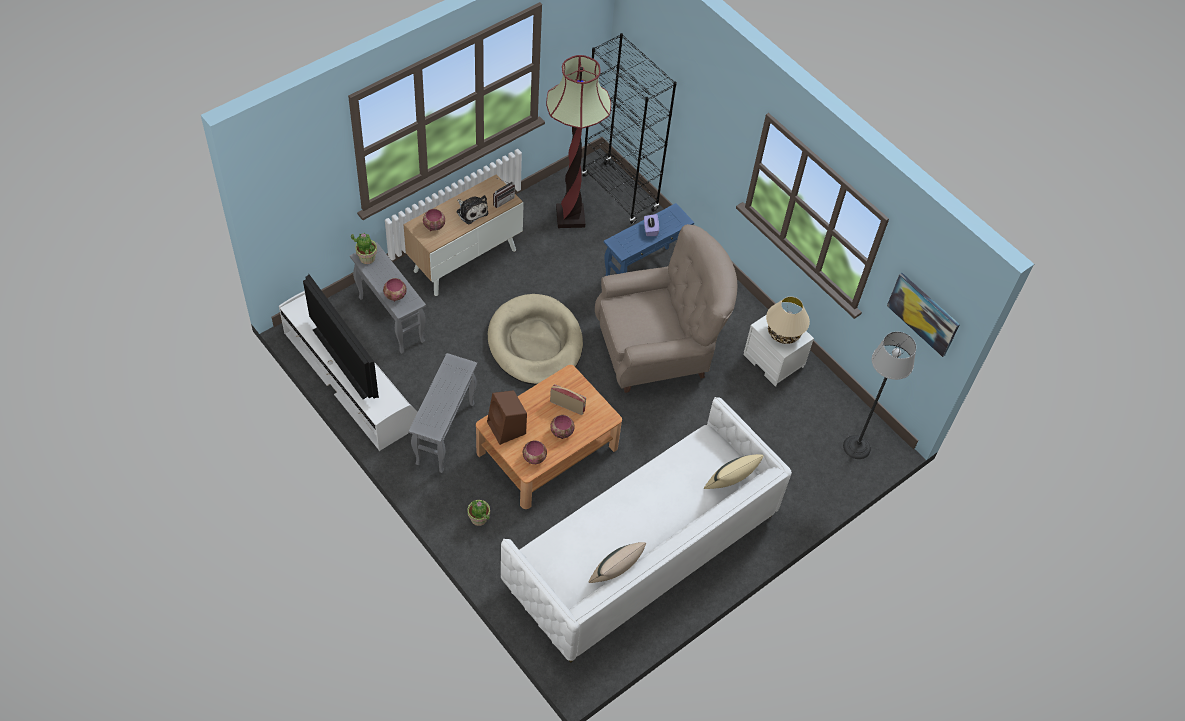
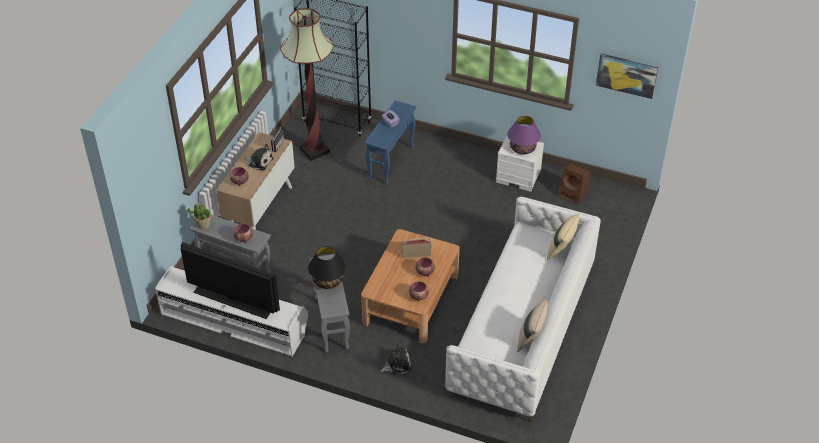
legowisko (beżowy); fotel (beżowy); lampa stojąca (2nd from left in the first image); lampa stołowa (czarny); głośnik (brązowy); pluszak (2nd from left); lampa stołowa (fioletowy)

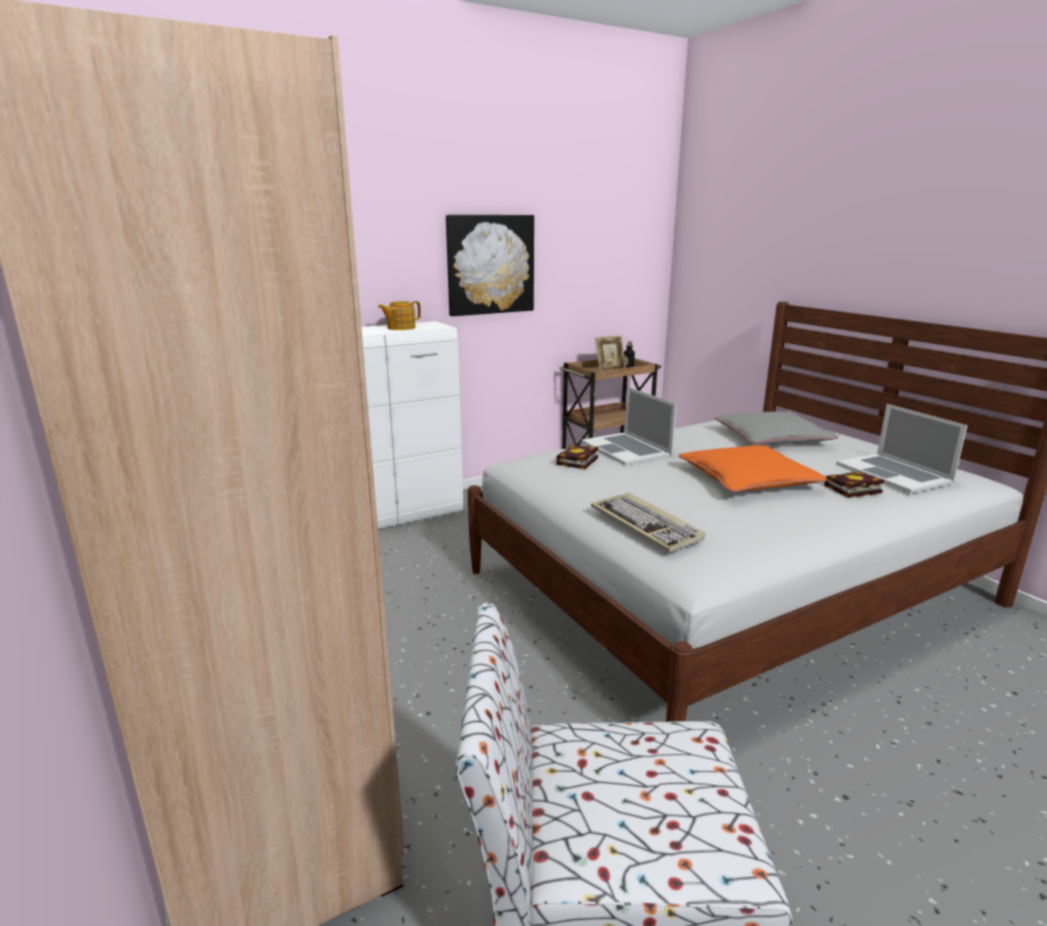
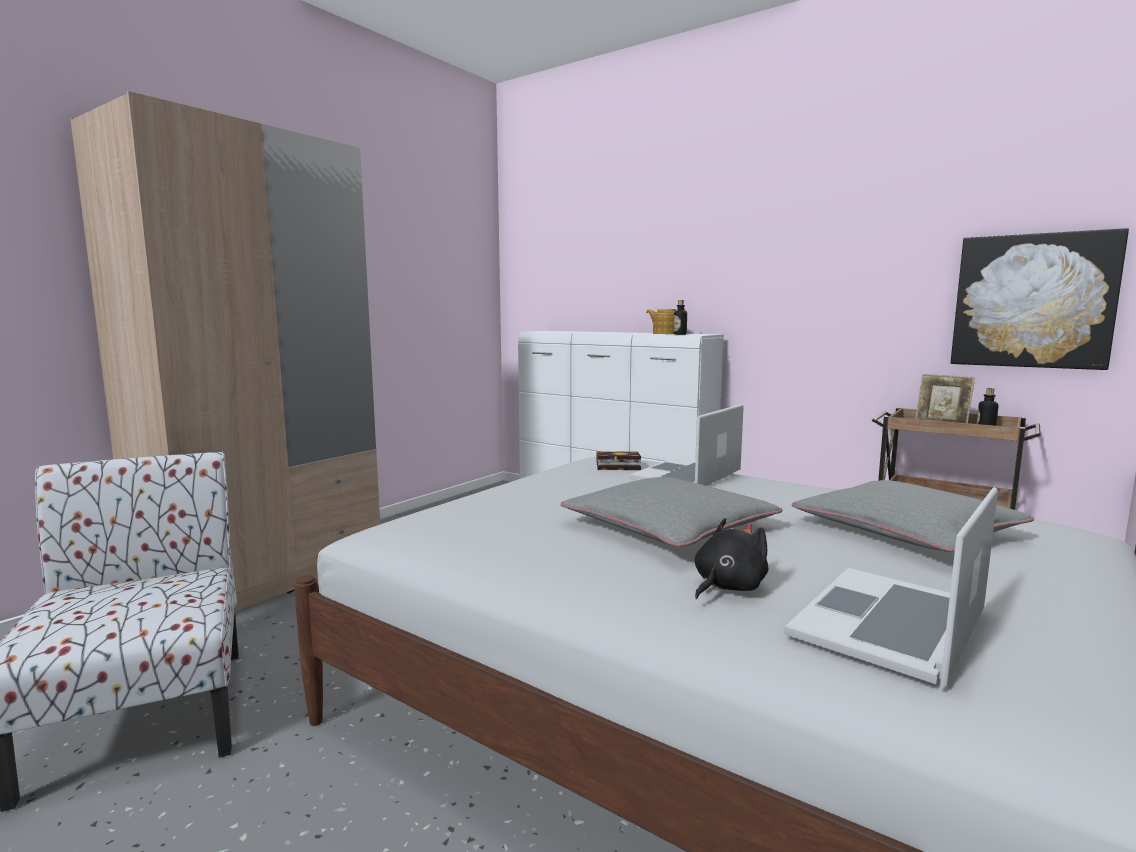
klawiatura; butelka (1st from left); obraz; pluszak (czarny); poduszka (szary) (1st from left)

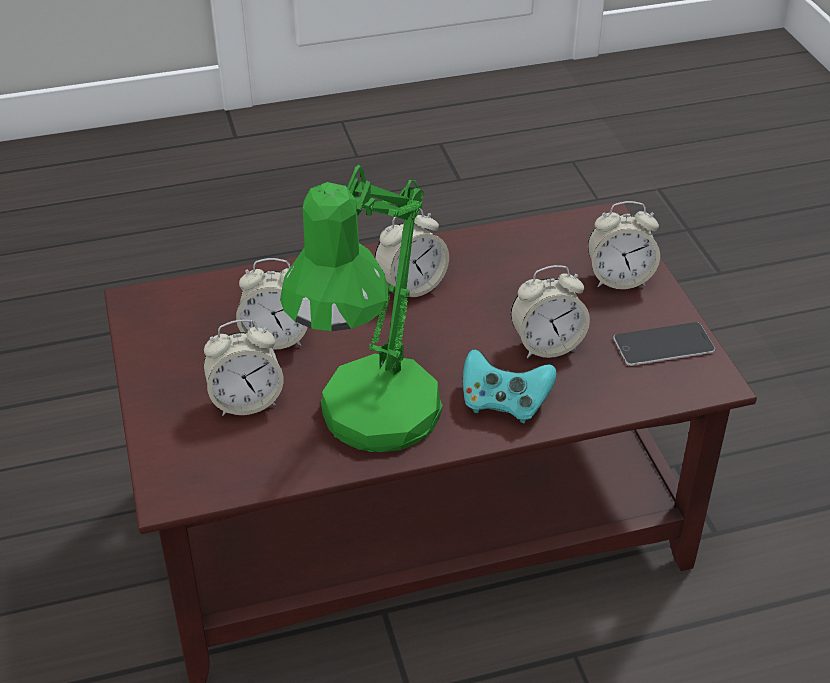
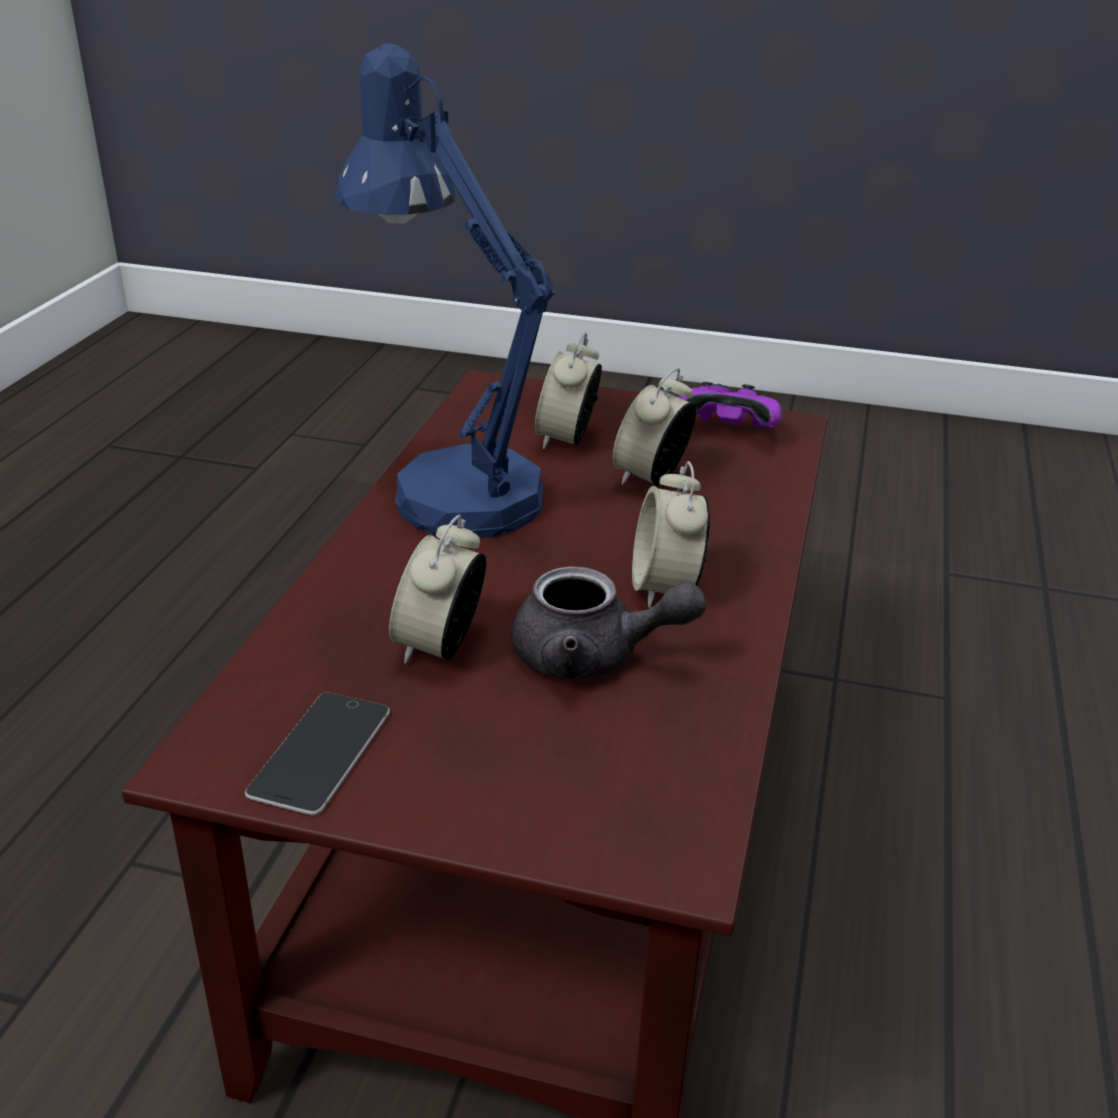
pad do gier (turkusowy); budzik (5th from left in the first image); imbryk (szary); pad do gier (fioletowy); lampa stołowa (niebieski)

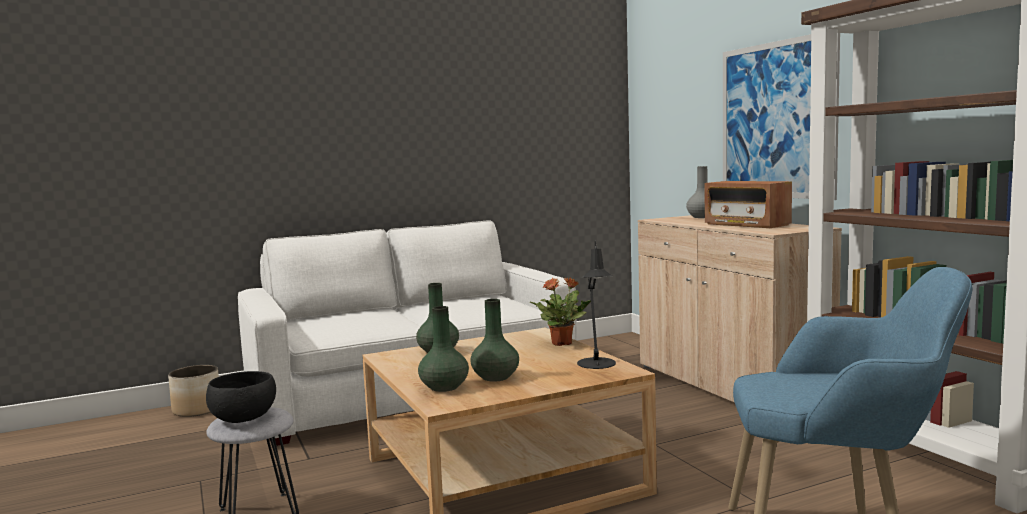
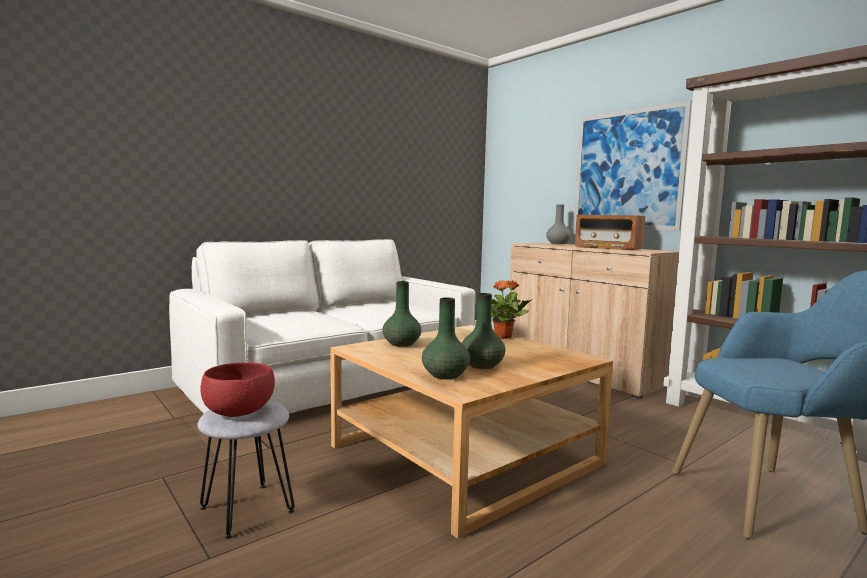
donica; lampa stołowa (czarny); miska (czerwony)

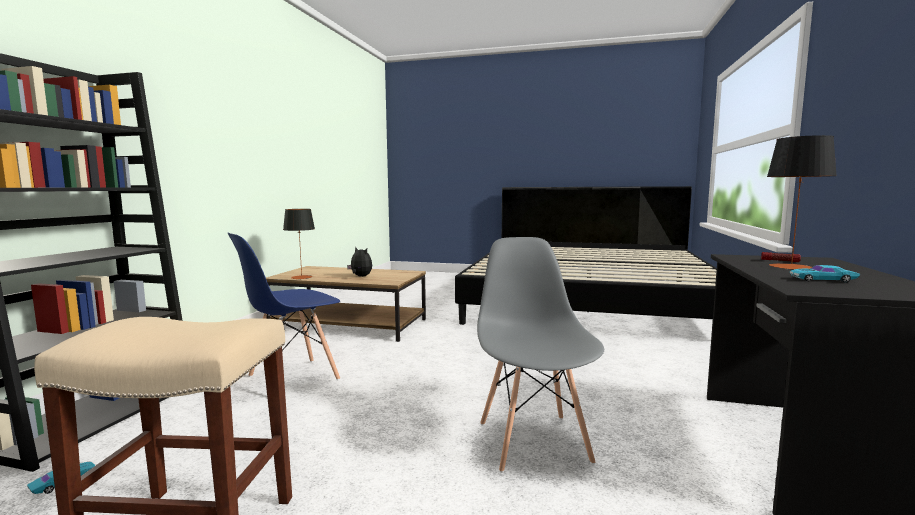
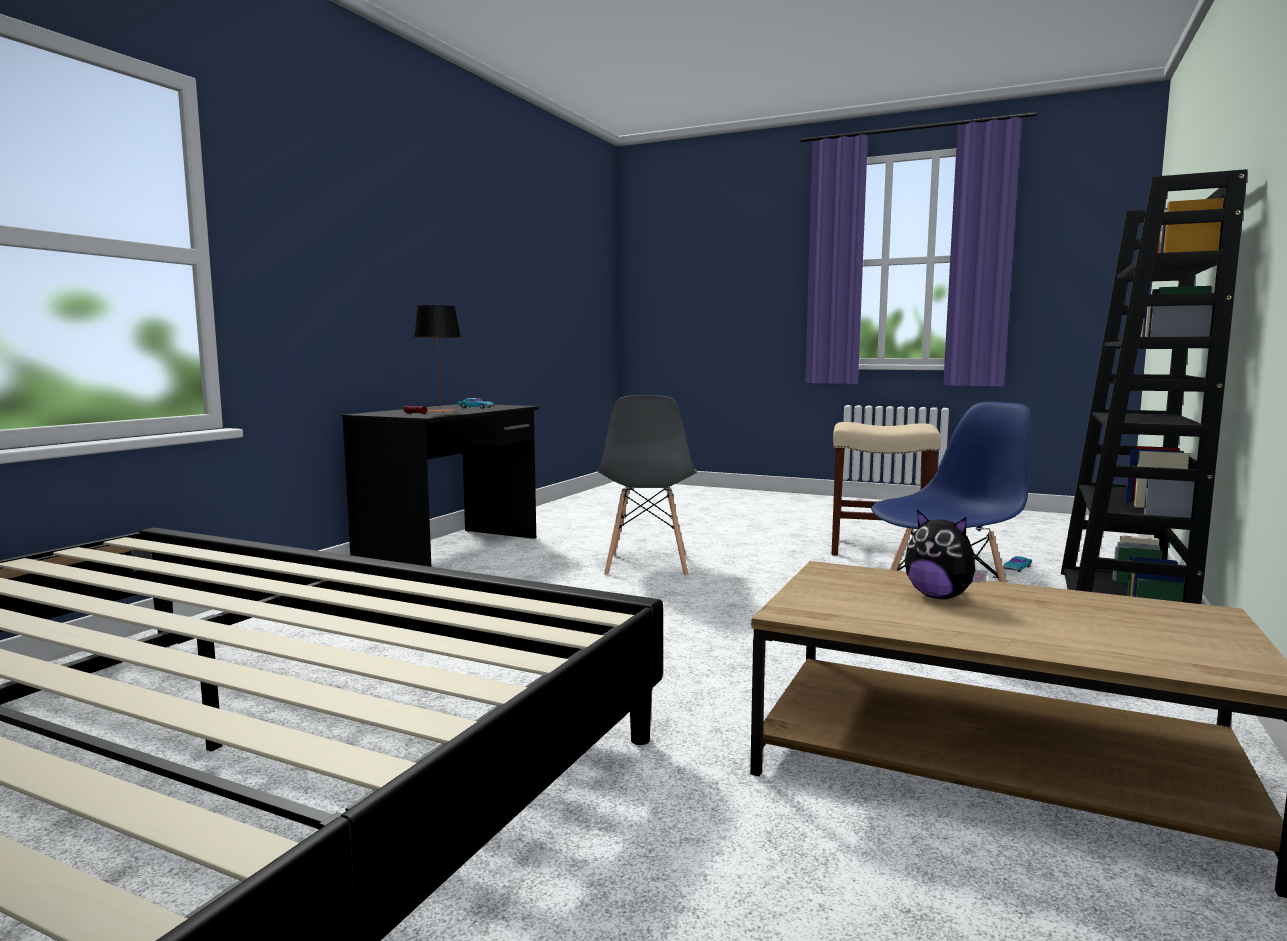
lampa stołowa (1st from left in the first image)

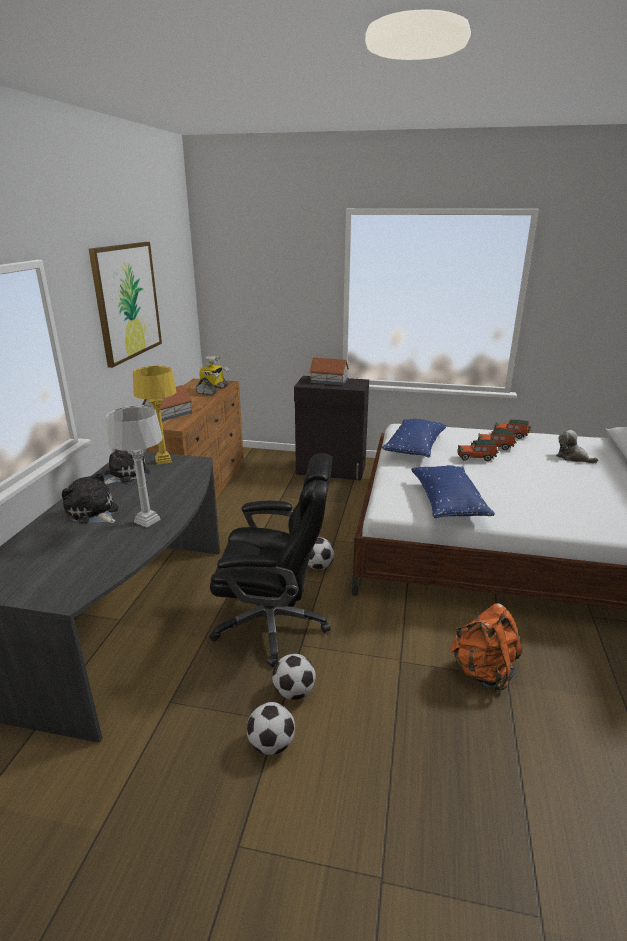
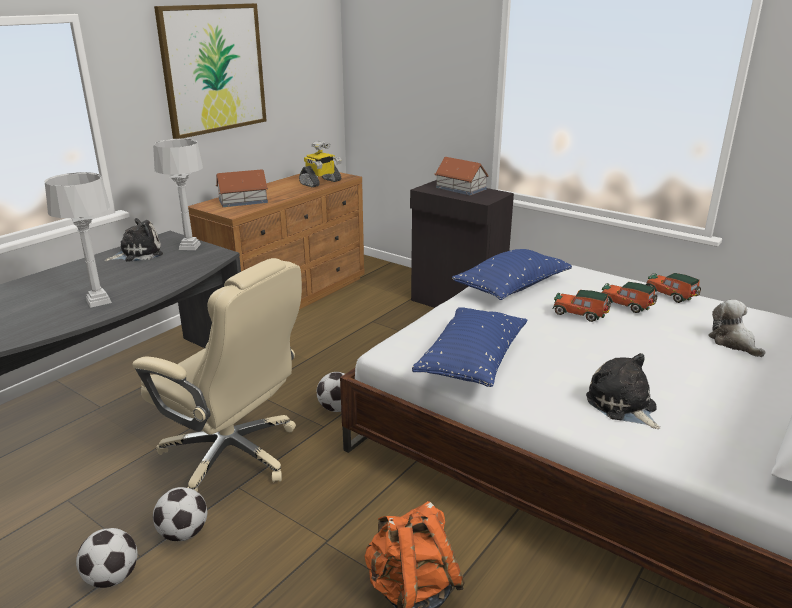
pluszak (2nd from left); lampa stołowa (szary) (2nd from left); krzesło biurowe (beżowy)

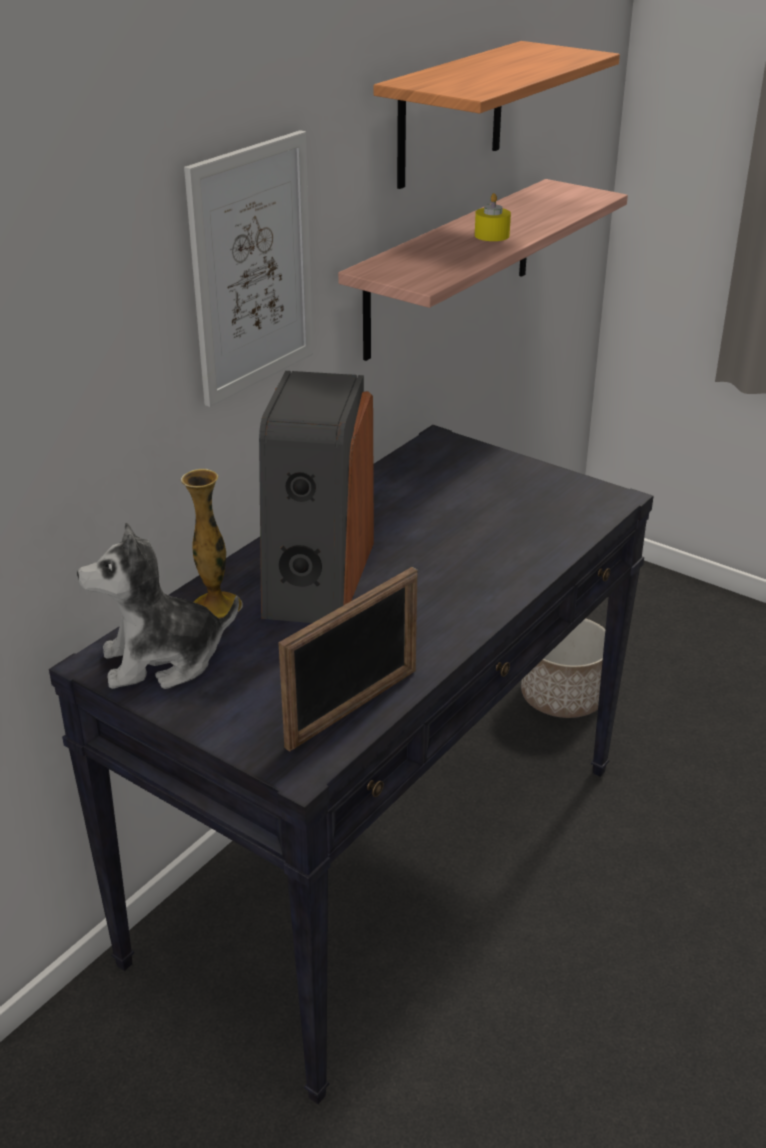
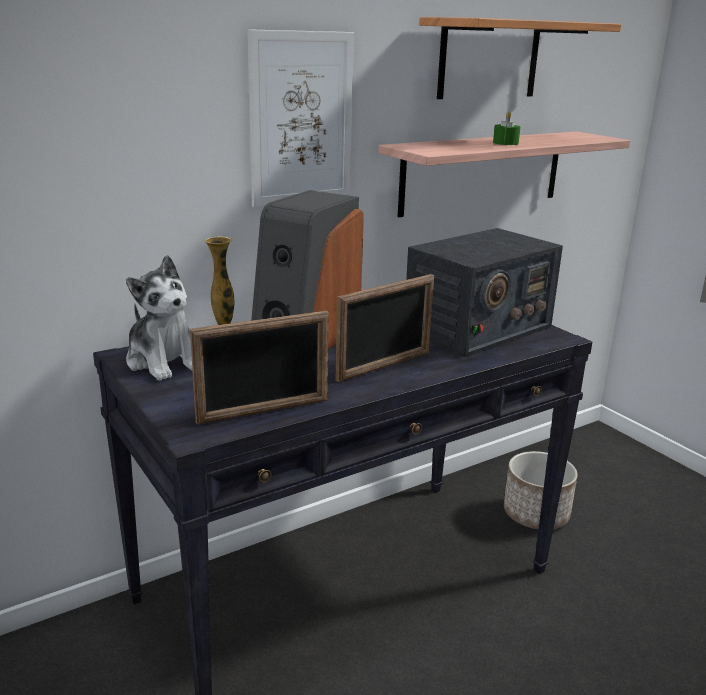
ramka na zdjęcie (2nd from left); radio; świeca (zielony); pluszak

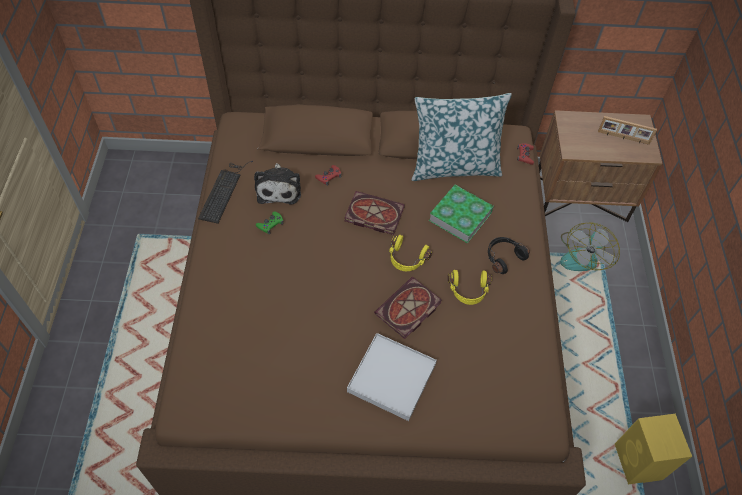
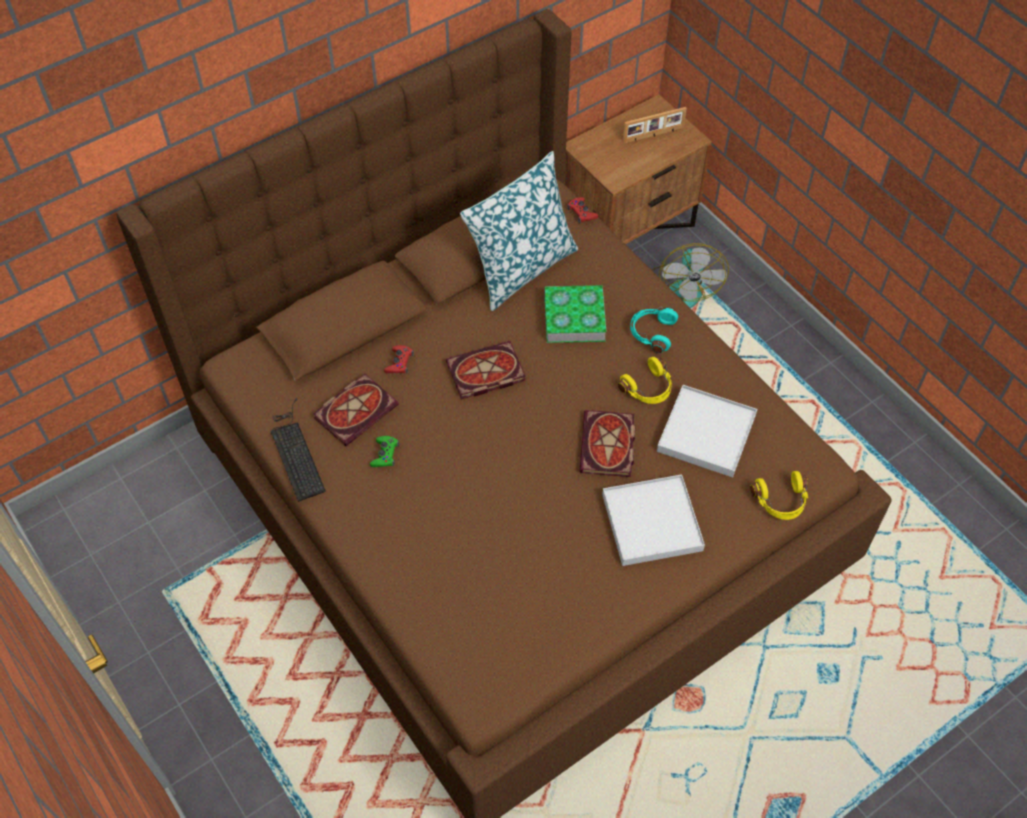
głośnik (żółty); taca (biały) (2nd from left); słuchawki (żółty) (2nd from left); książka (1st from left); słuchawki (turkusowy)

